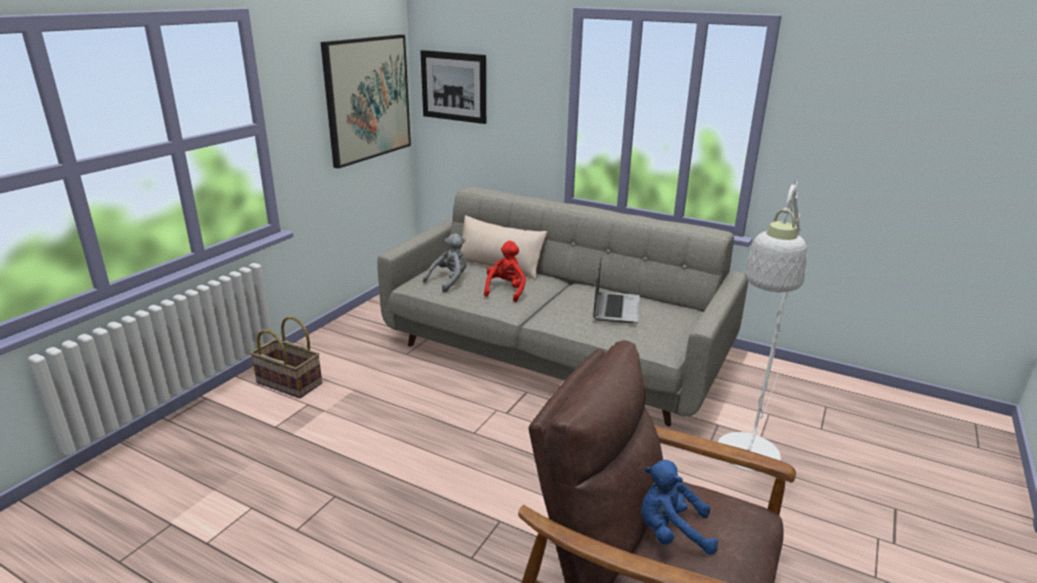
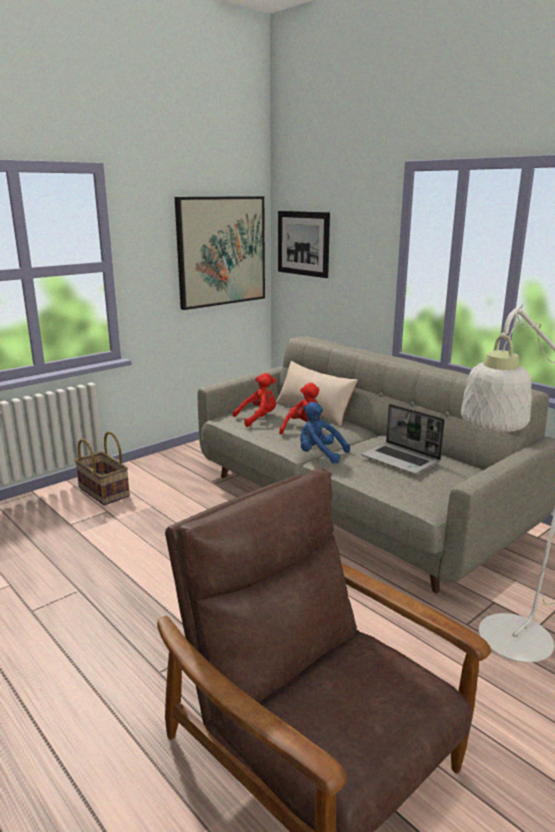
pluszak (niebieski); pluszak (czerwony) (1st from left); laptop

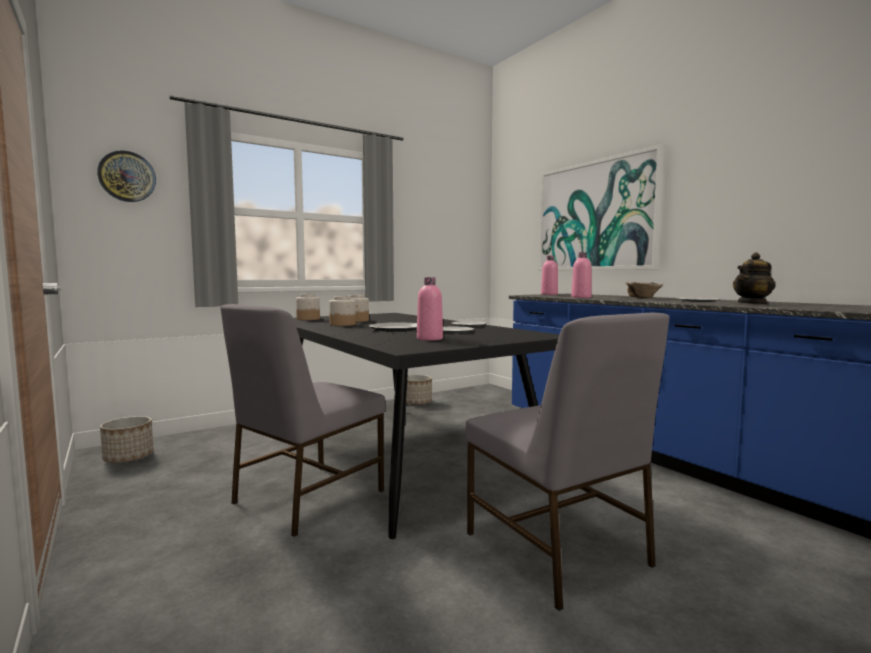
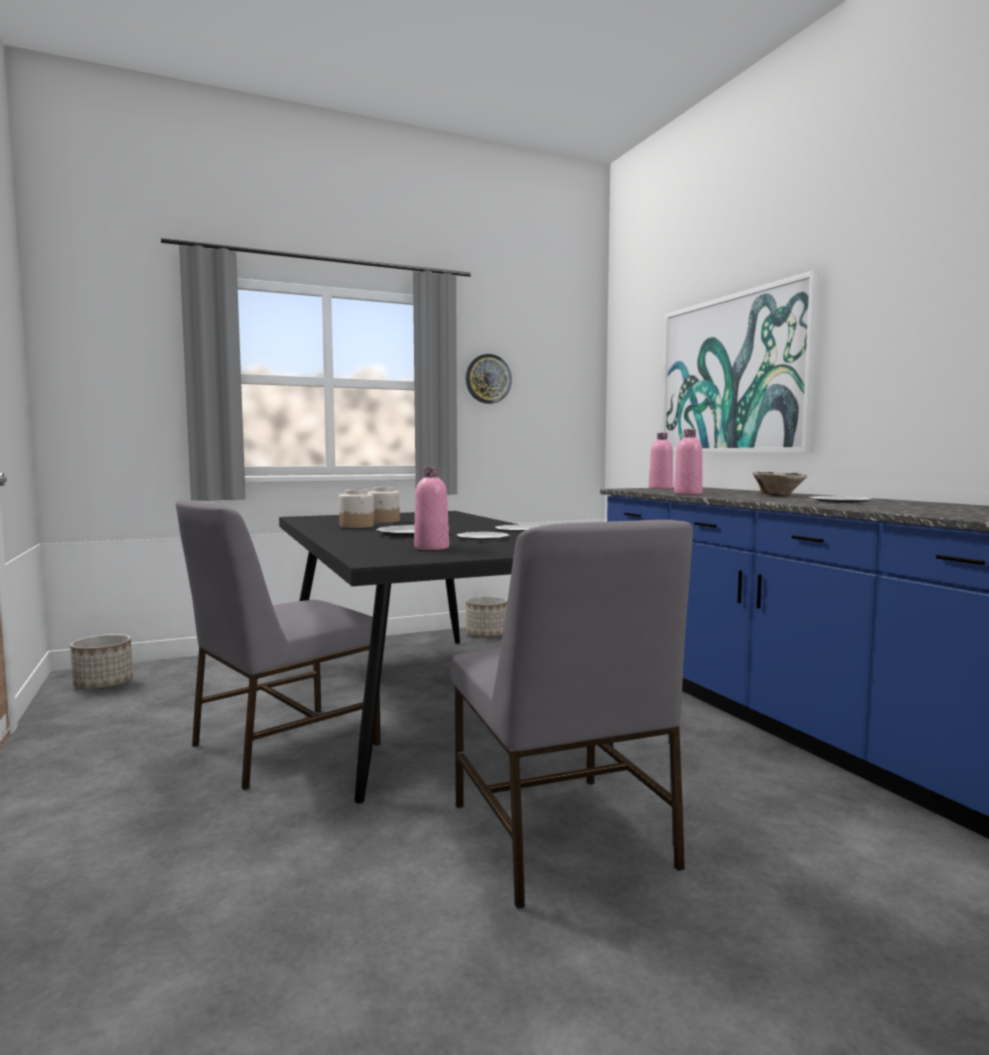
słoik (1st from left in the first image); imbryk; zegar ścienny

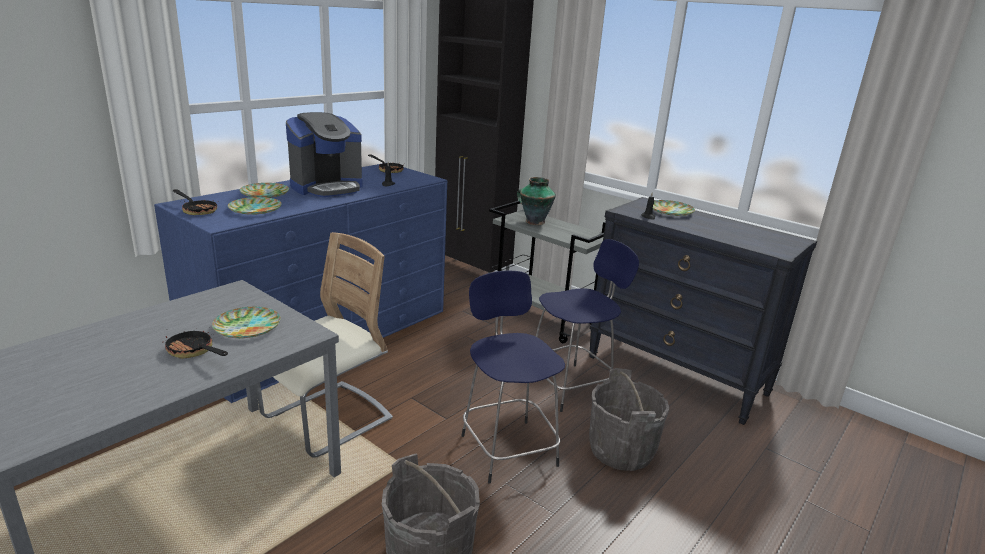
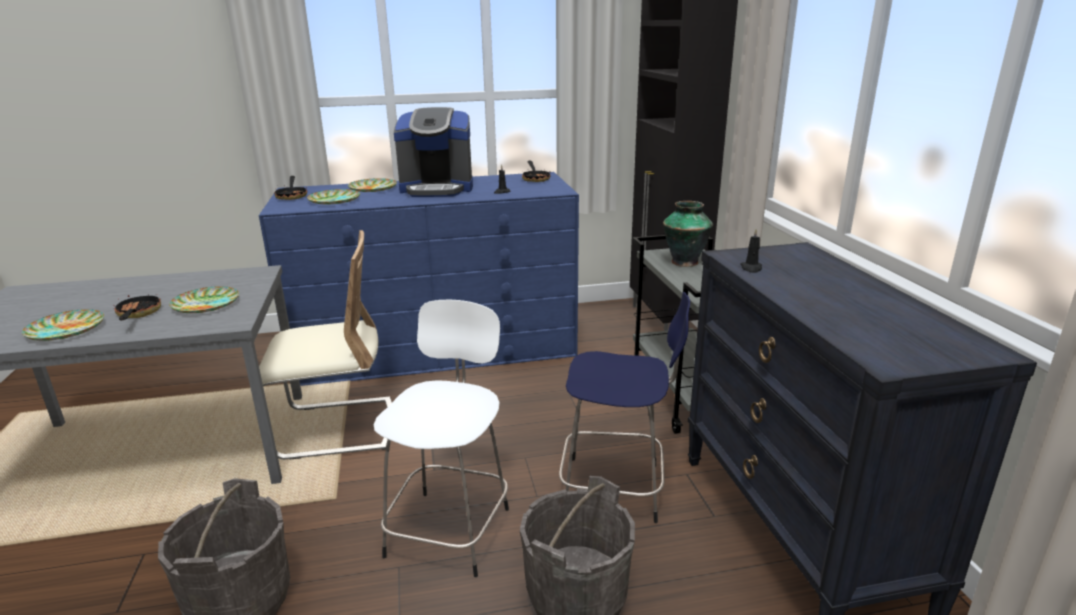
talerz (1st from left); stołek (biały)

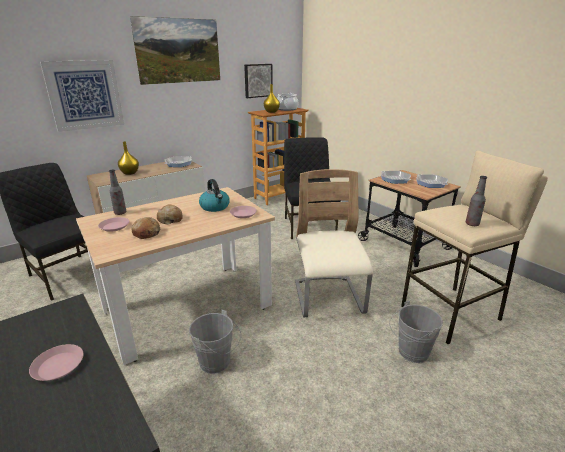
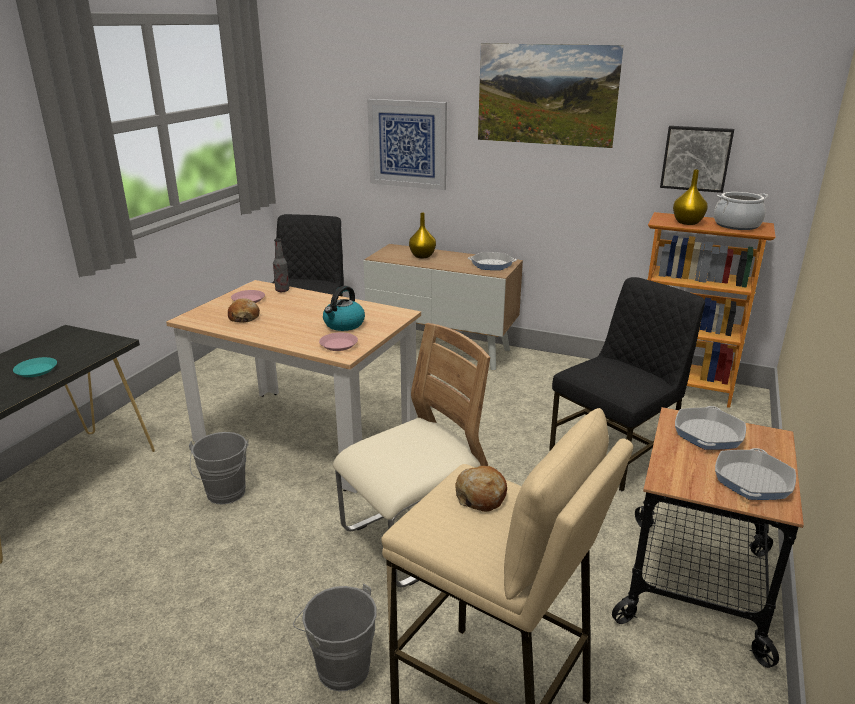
butelka (2nd from left in the first image); chleb (2nd from left); talerz (turkusowy)

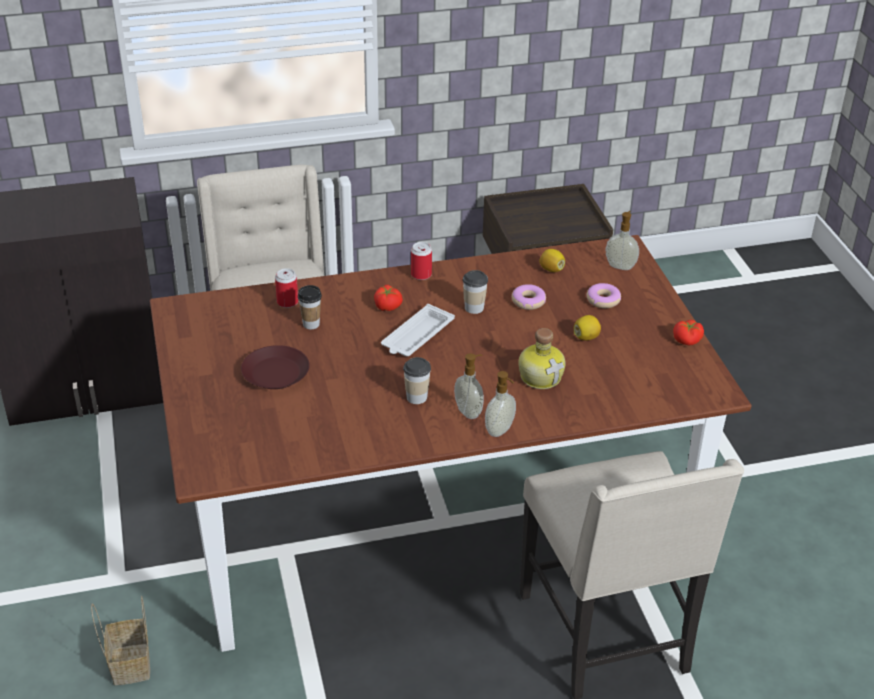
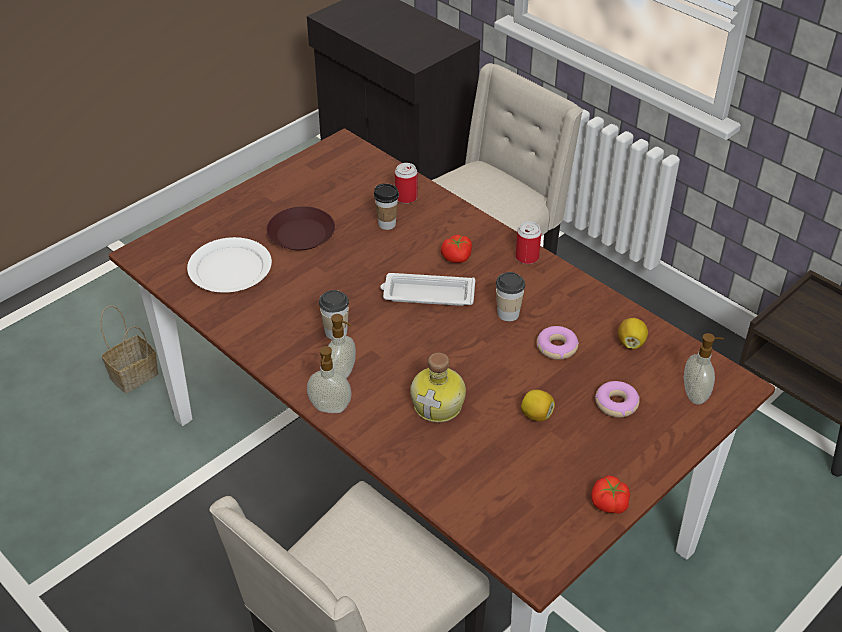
talerz (biały)

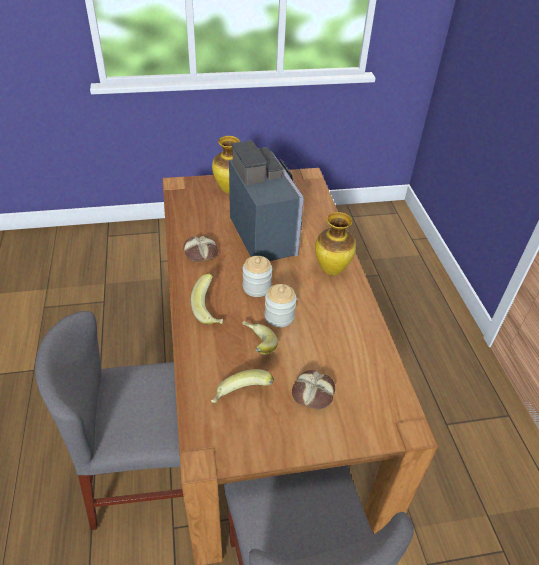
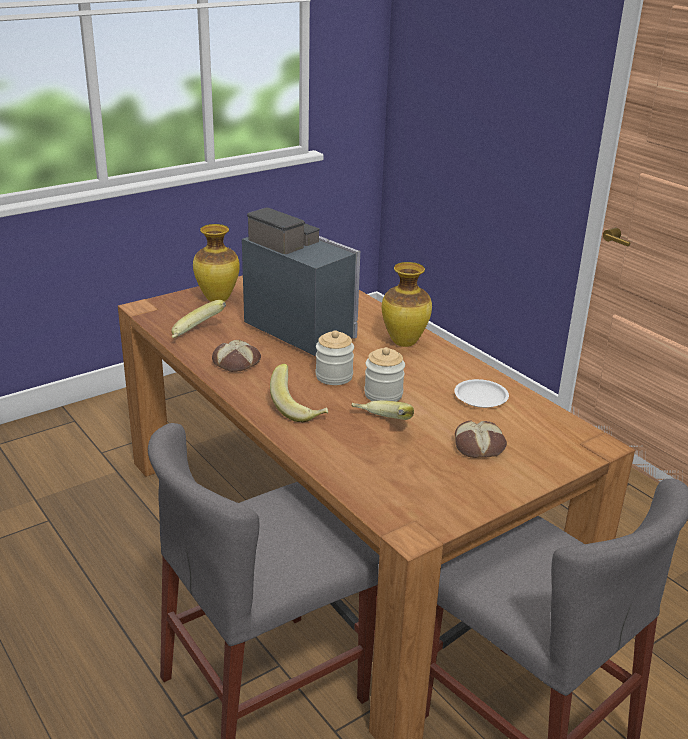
talerz (biały); banan (1st from left)

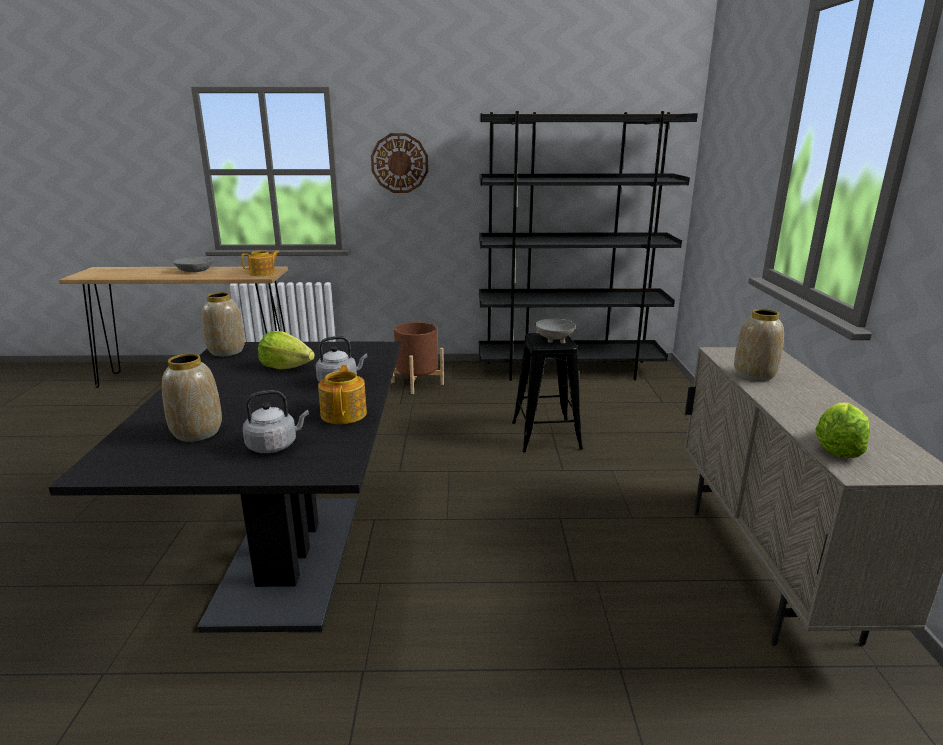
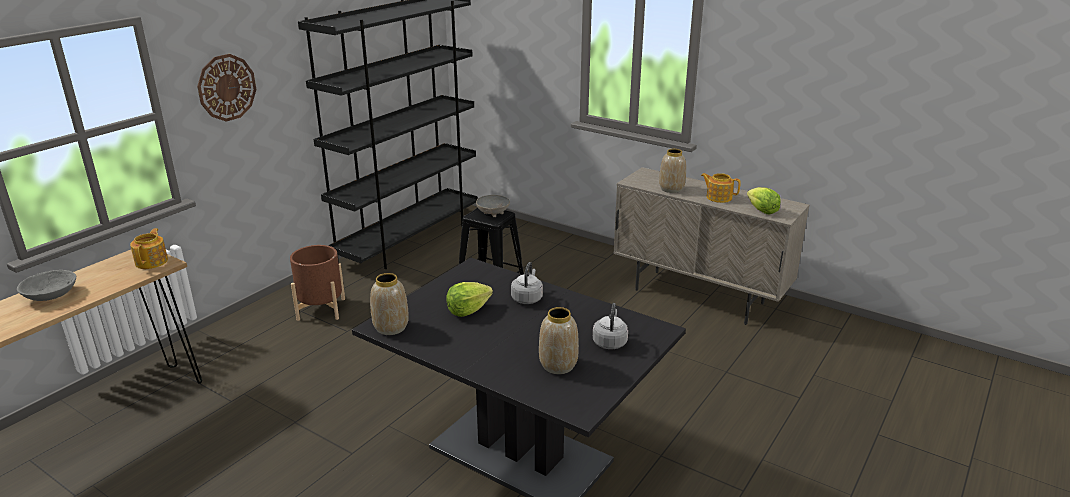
imbryk (2nd from left)

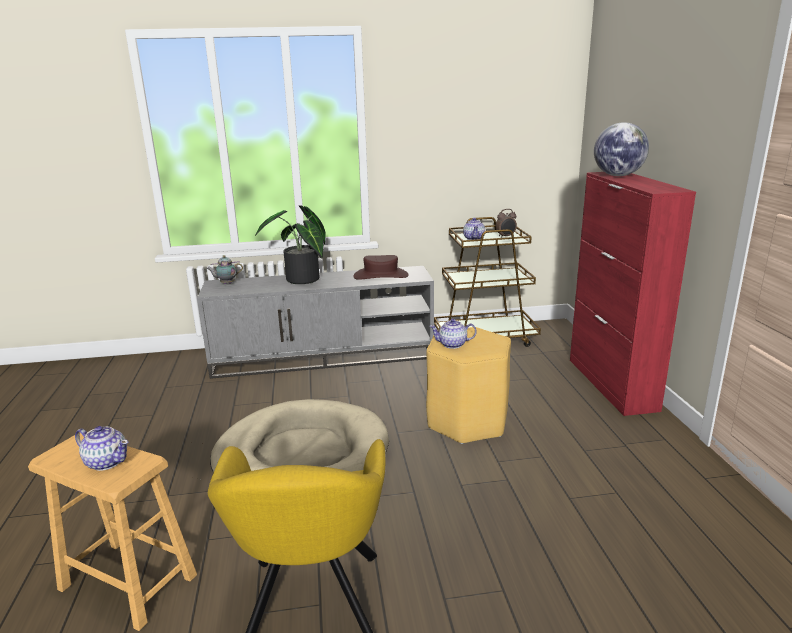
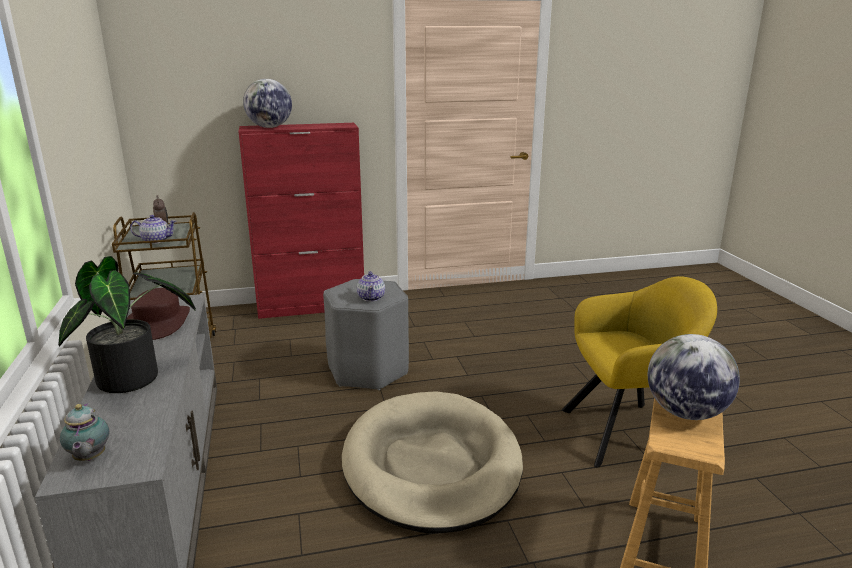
globus (2nd from left); stołek (szary)

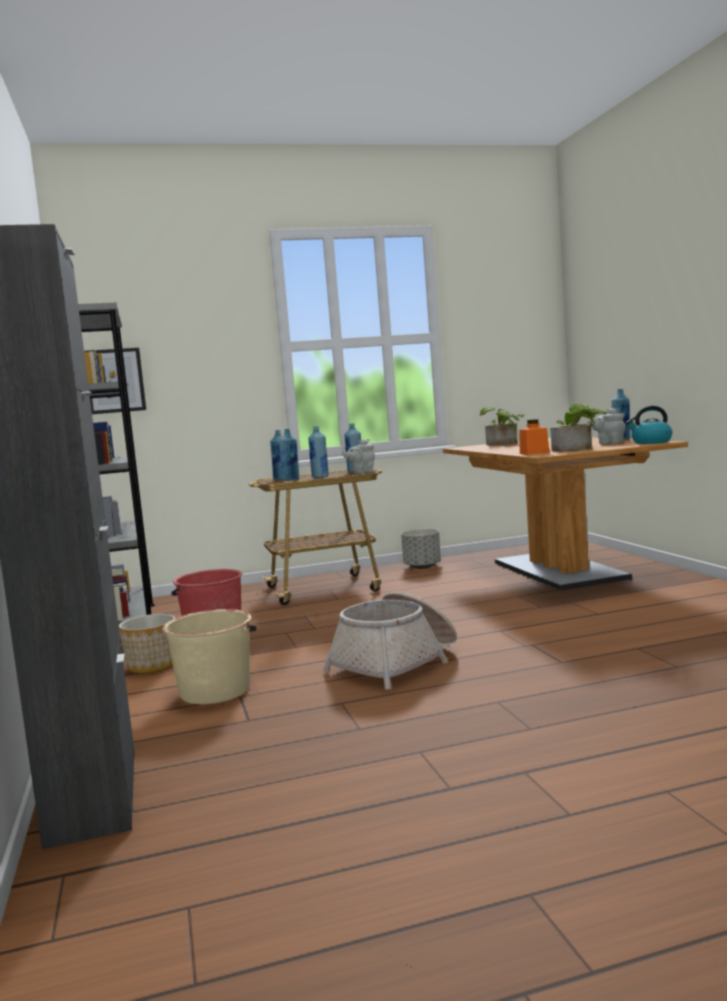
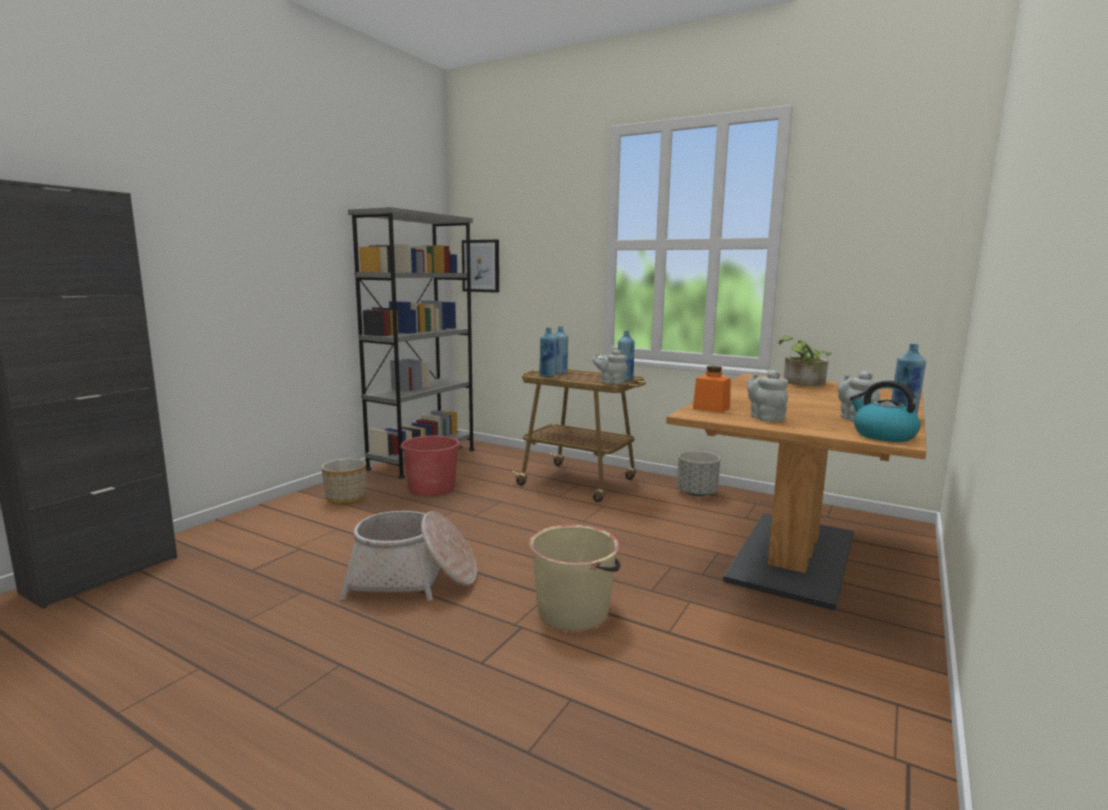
butelka (niebieski) (3rd from left in the first image); wiadro (beżowy); imbryk (szary) (2nd from left)

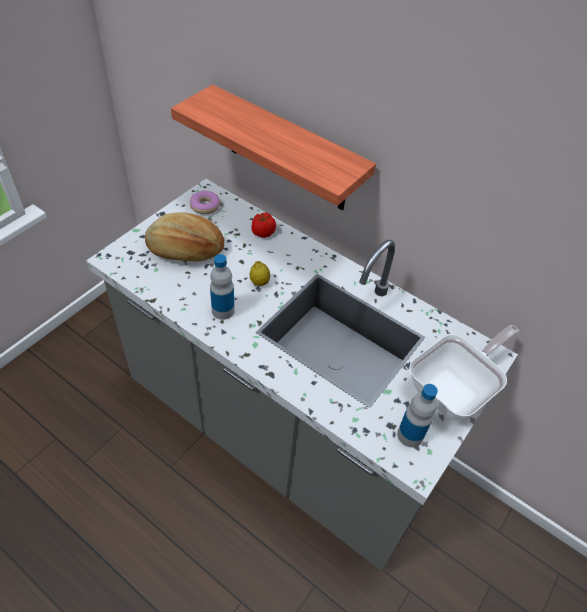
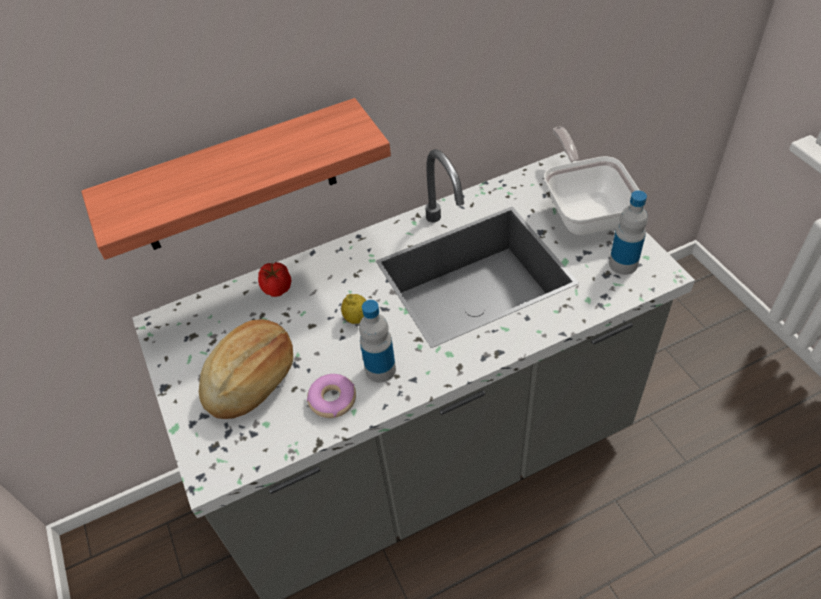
donut

